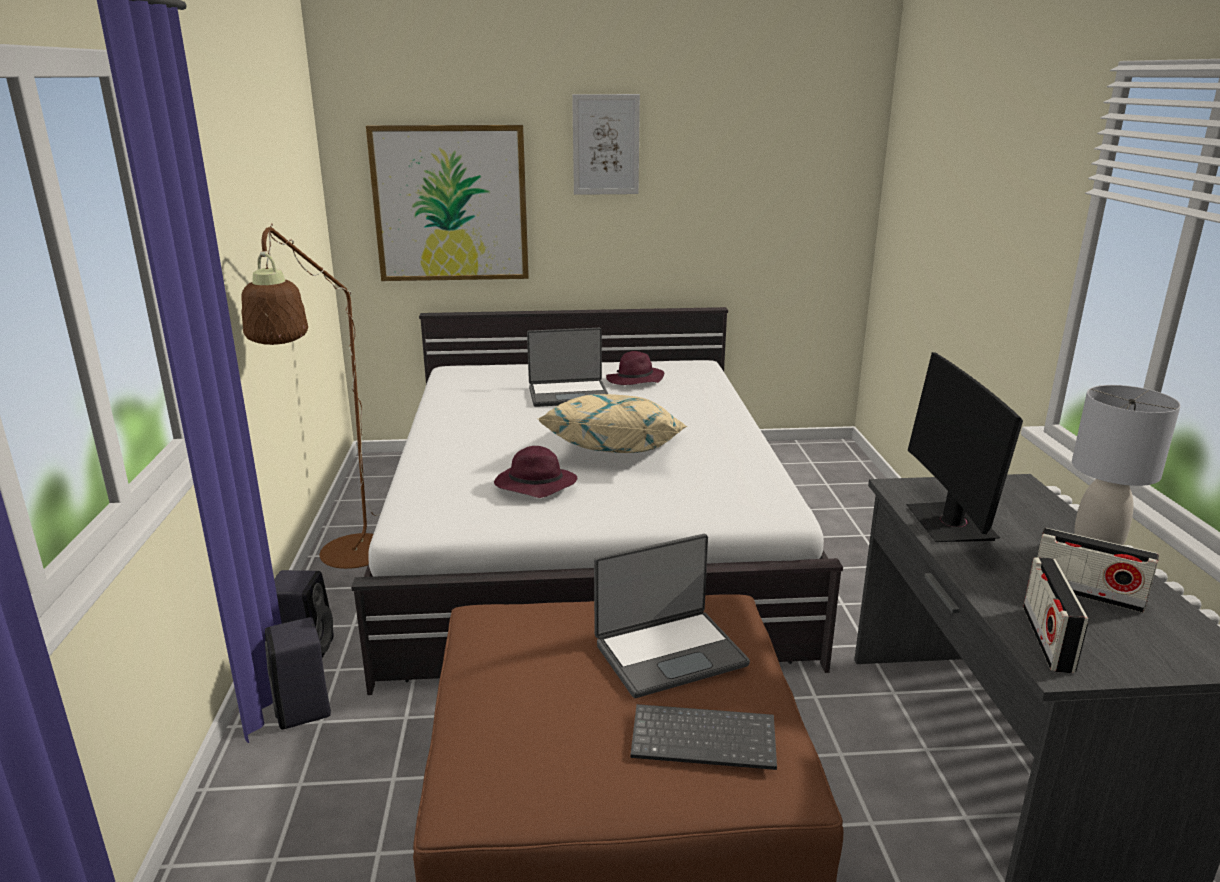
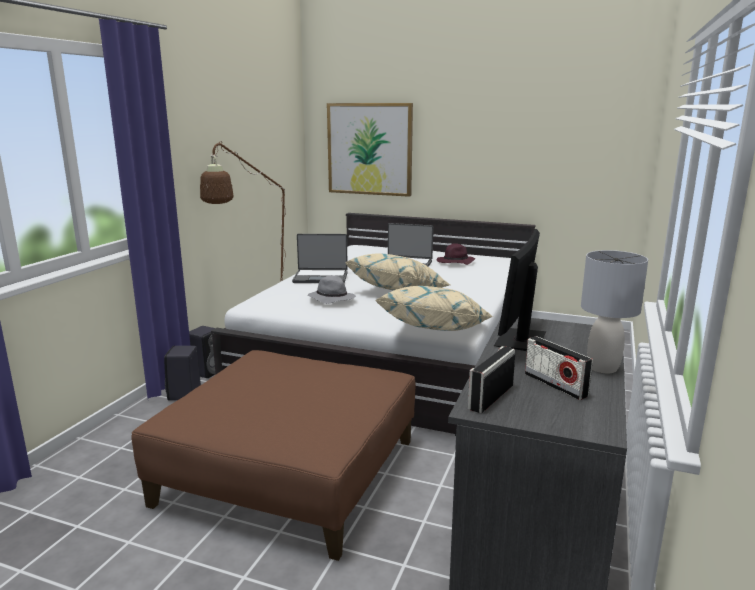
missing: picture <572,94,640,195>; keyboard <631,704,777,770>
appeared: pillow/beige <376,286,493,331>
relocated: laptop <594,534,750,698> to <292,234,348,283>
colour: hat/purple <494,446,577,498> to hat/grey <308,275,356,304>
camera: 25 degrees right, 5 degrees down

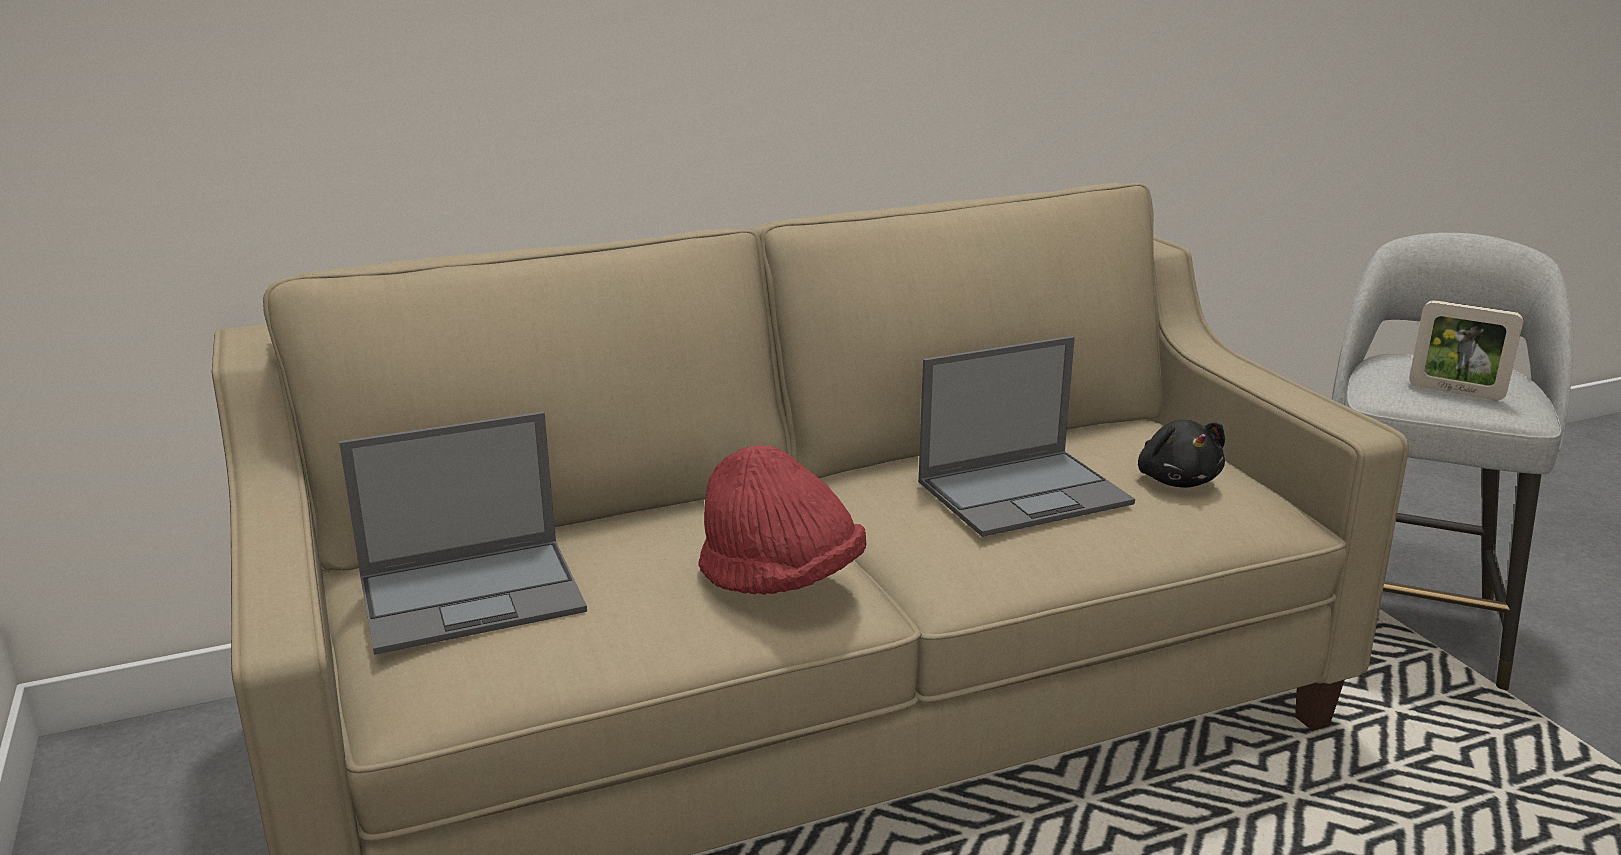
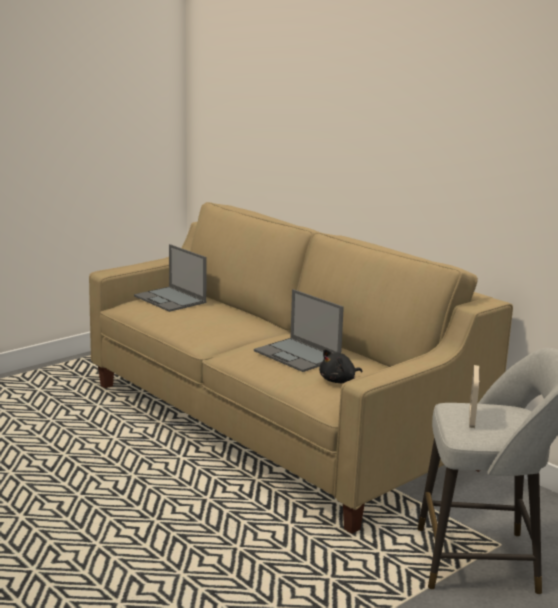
missing: hat/red <698,445,866,595>
camera: 70 degrees right, 5 degrees down

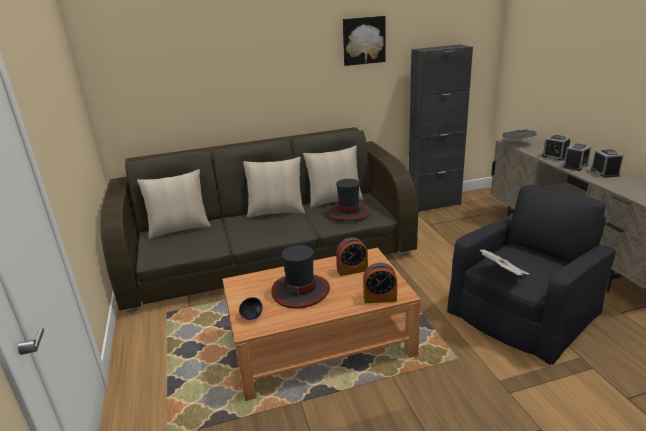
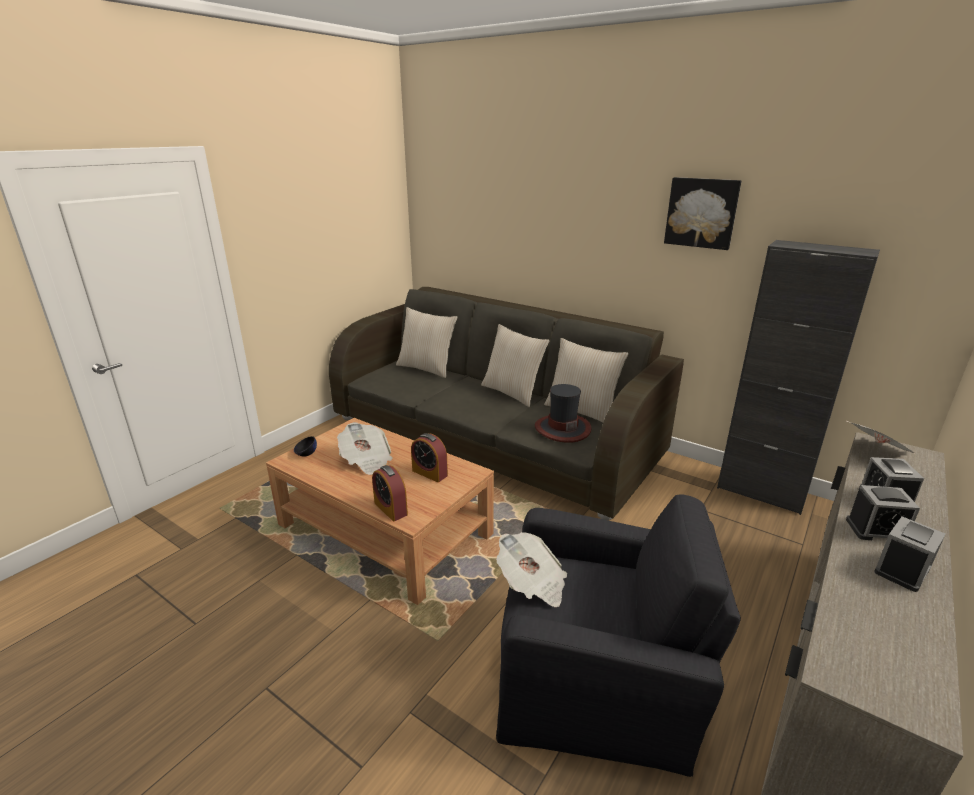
exchanged: hat <271,245,330,309> to newspaper <337,422,393,475>
camera: 50 degrees right, 0 degrees up

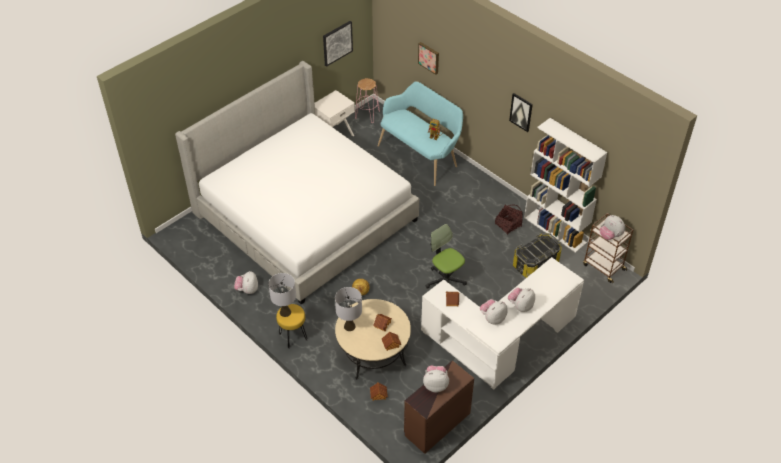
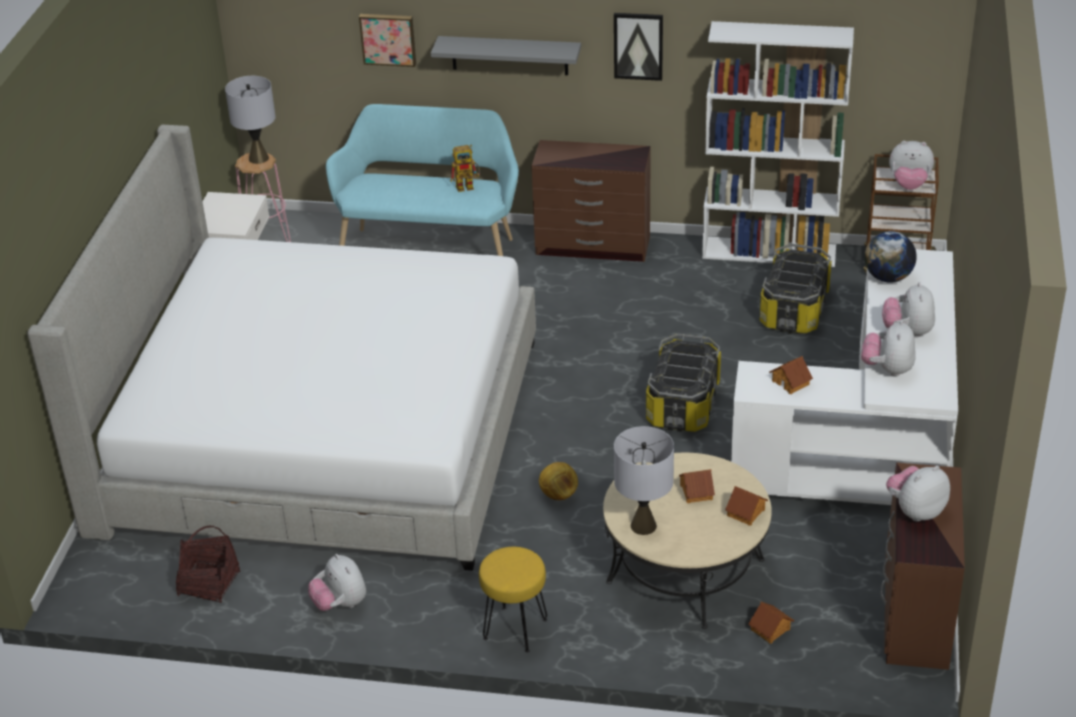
missing: picture <323,21,353,67>
appeared: shelf/grey <431,36,581,75>; dresser/brown <532,140,651,262>; globe <864,231,917,283>
relocated: table lamp/grey <268,273,296,317> to <225,76,276,164>; basket <495,204,523,235> to <176,526,240,603>
exchanged: office chair <426,224,467,289> to storage box <646,333,721,432>
camera: 35 degrees left, 10 degrees down

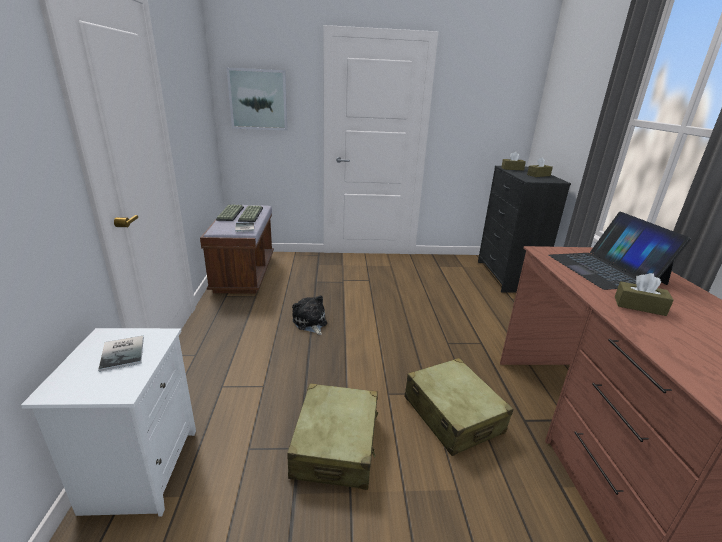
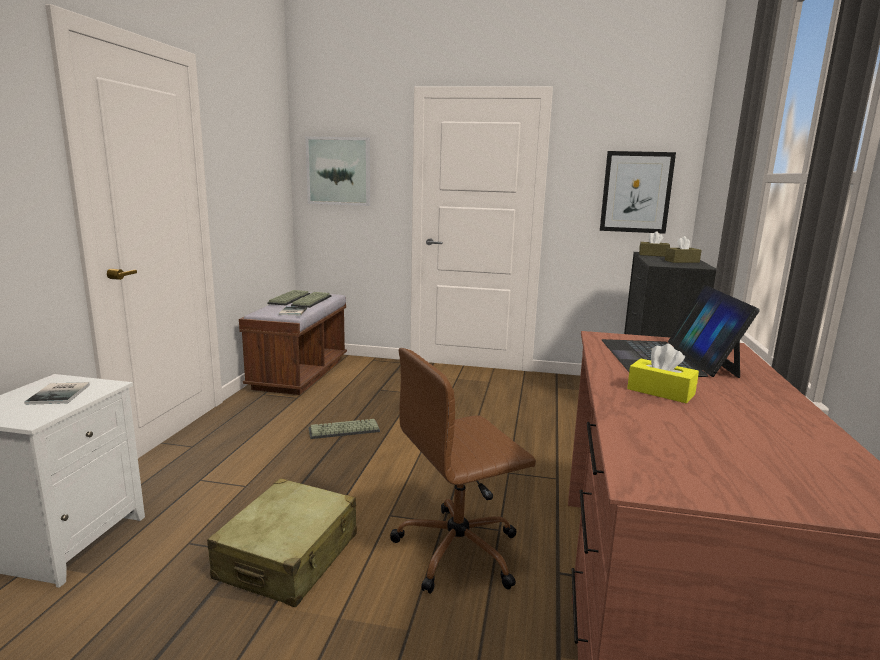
appeared: picture <600,151,676,234>
exchanged: plush toy <292,295,327,335> to keyboard <308,419,380,439>; suitcase/beige <404,358,513,456> to office chair/brown <390,348,536,594>
colour: tissue box/brown <615,273,674,316> to tissue box/yellow <627,344,699,404>
camera: 15 degrees right, 10 degrees down

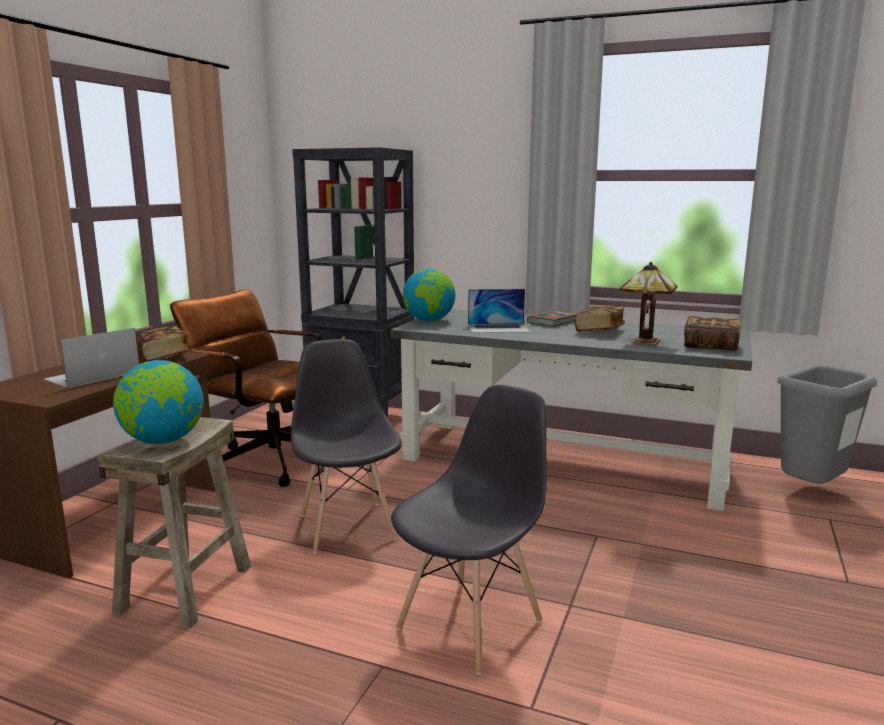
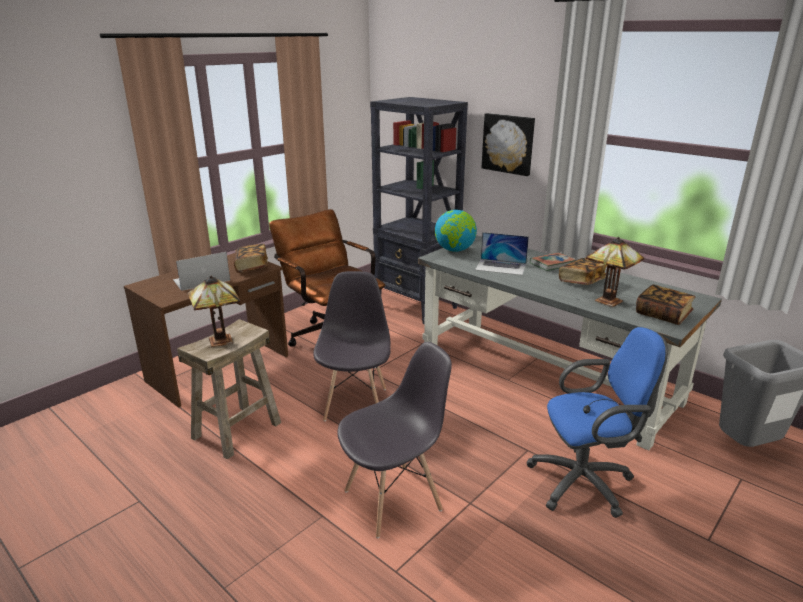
appeared: picture <481,113,535,176>; office chair/blue <526,327,668,518>
exchanged: globe <113,360,204,444> to table lamp <187,276,240,347>
camera: 20 degrees right, 10 degrees up

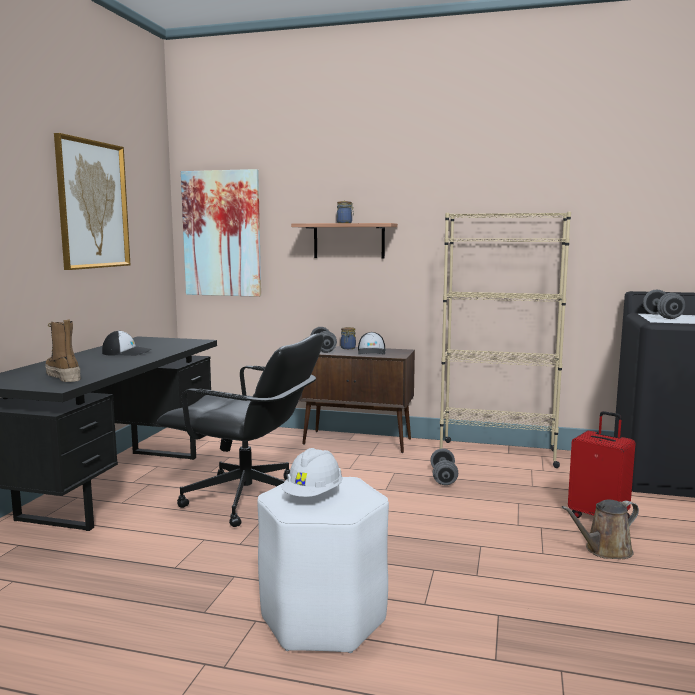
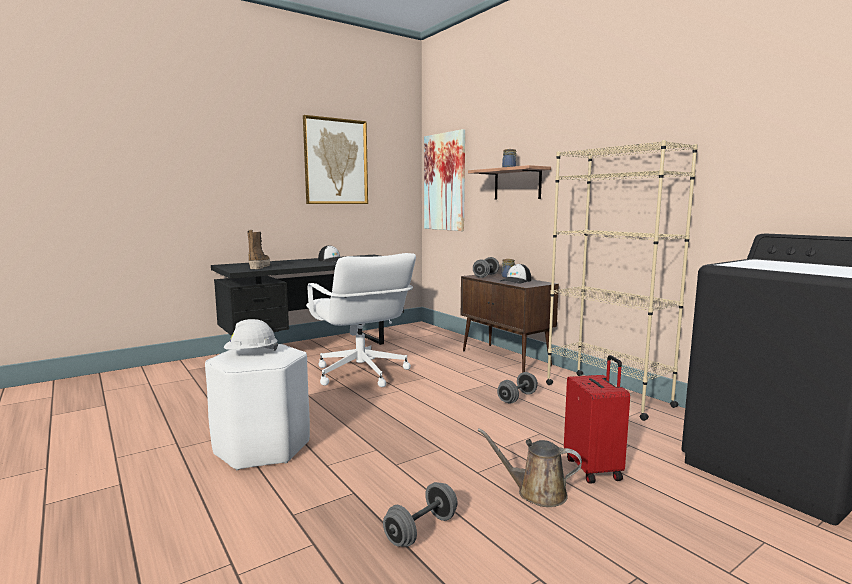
relocated: dumbbell/grey <643,290,685,319> to <383,482,458,547>
colour: office chair/black <157,333,324,527> to office chair/white <306,253,416,387>
camera: 40 degrees right, 0 degrees up

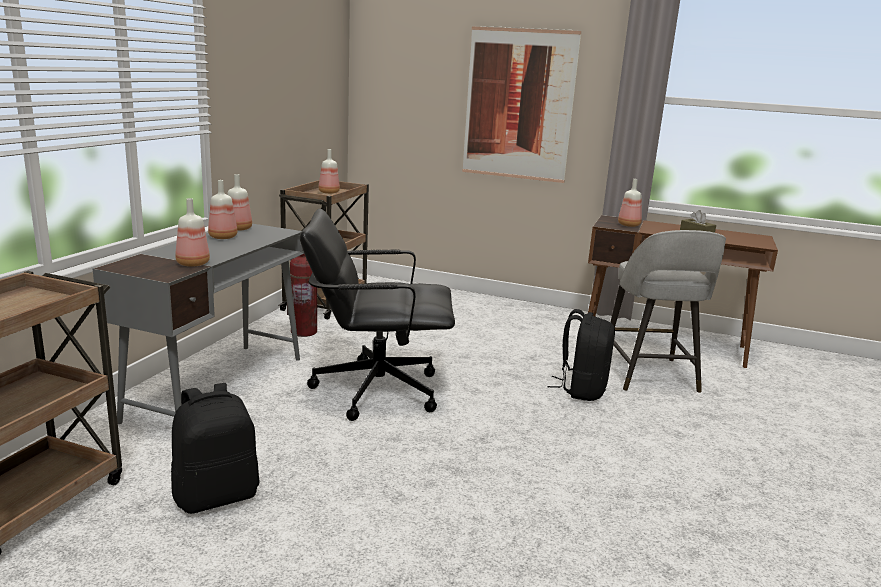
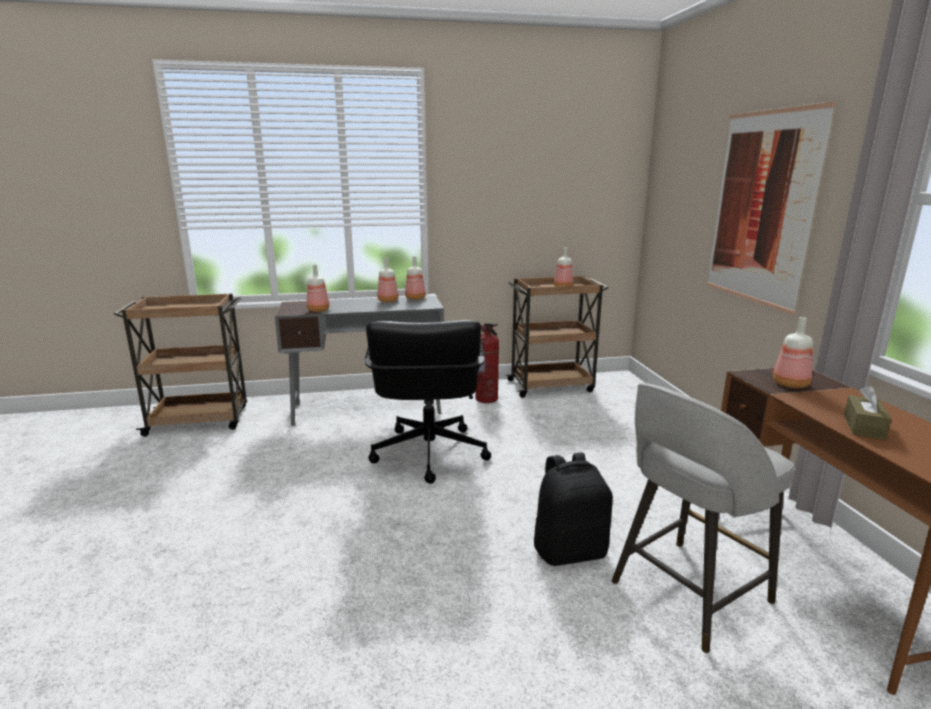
missing: backpack/black <171,383,259,514>
spun: office chair/black <300,208,455,421> = <365,320,491,484> 150 degrees counterclockwise
camera: 60 degrees right, 0 degrees up

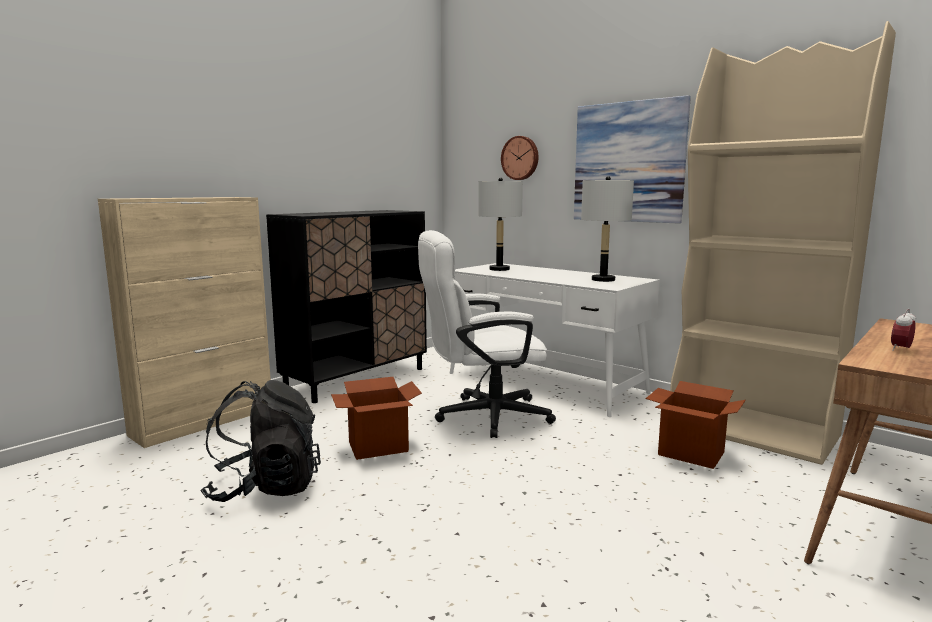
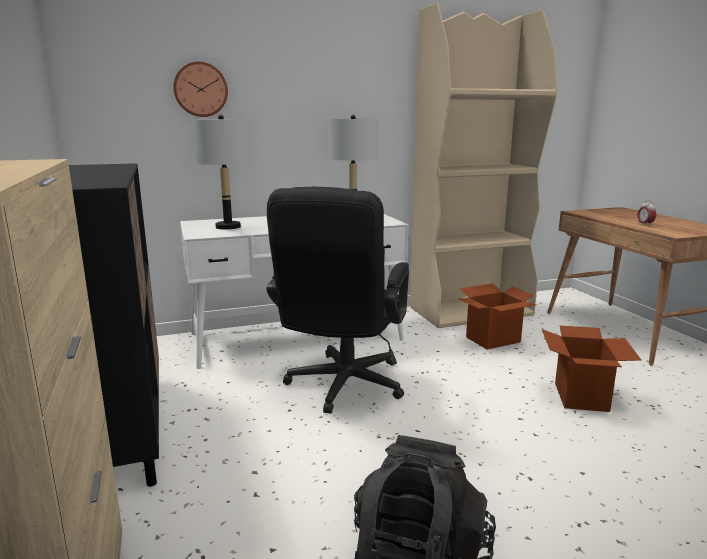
missing: picture <574,95,691,224>
relocated: cardboard box <331,377,422,460> to <542,326,641,412>
colour: office chair/white <418,230,556,438> to office chair/black <267,187,409,414>
camera: 60 degrees left, 5 degrees up

